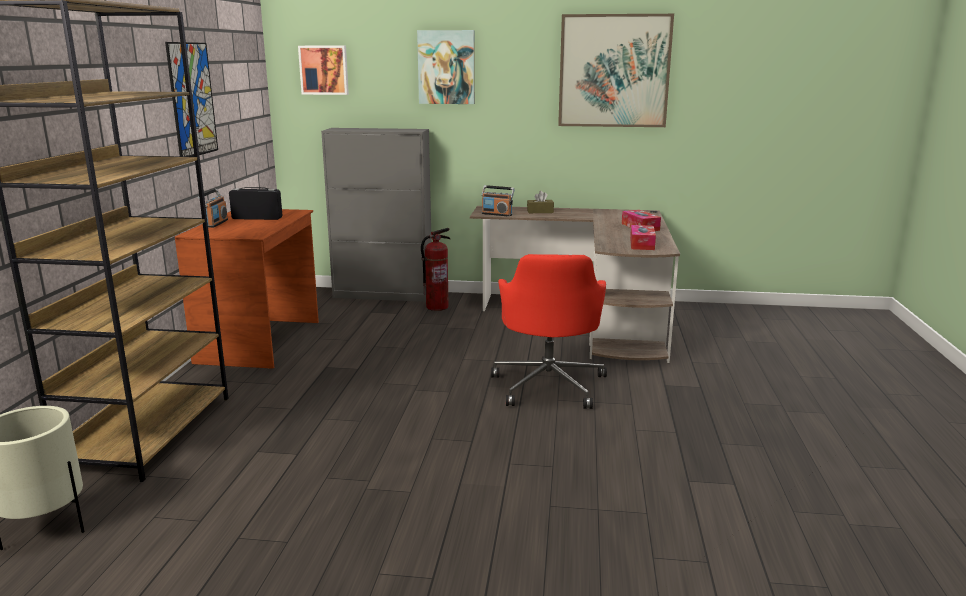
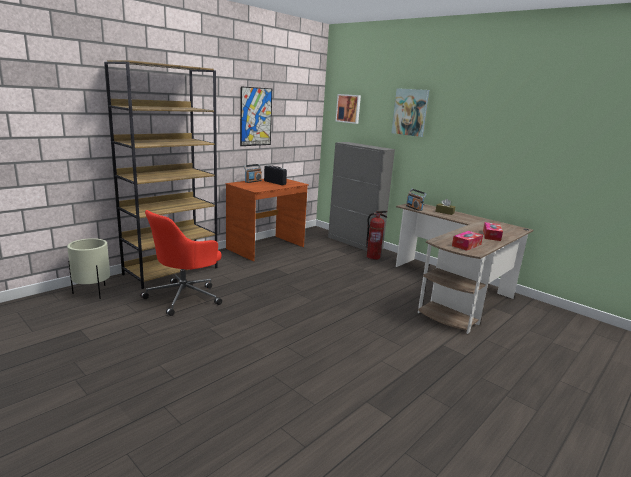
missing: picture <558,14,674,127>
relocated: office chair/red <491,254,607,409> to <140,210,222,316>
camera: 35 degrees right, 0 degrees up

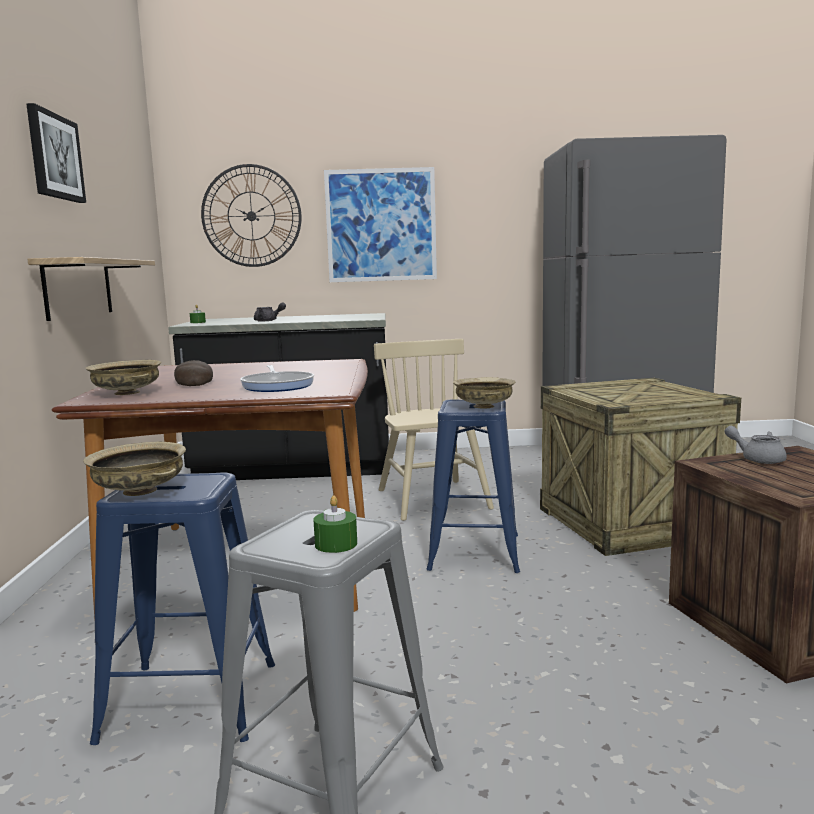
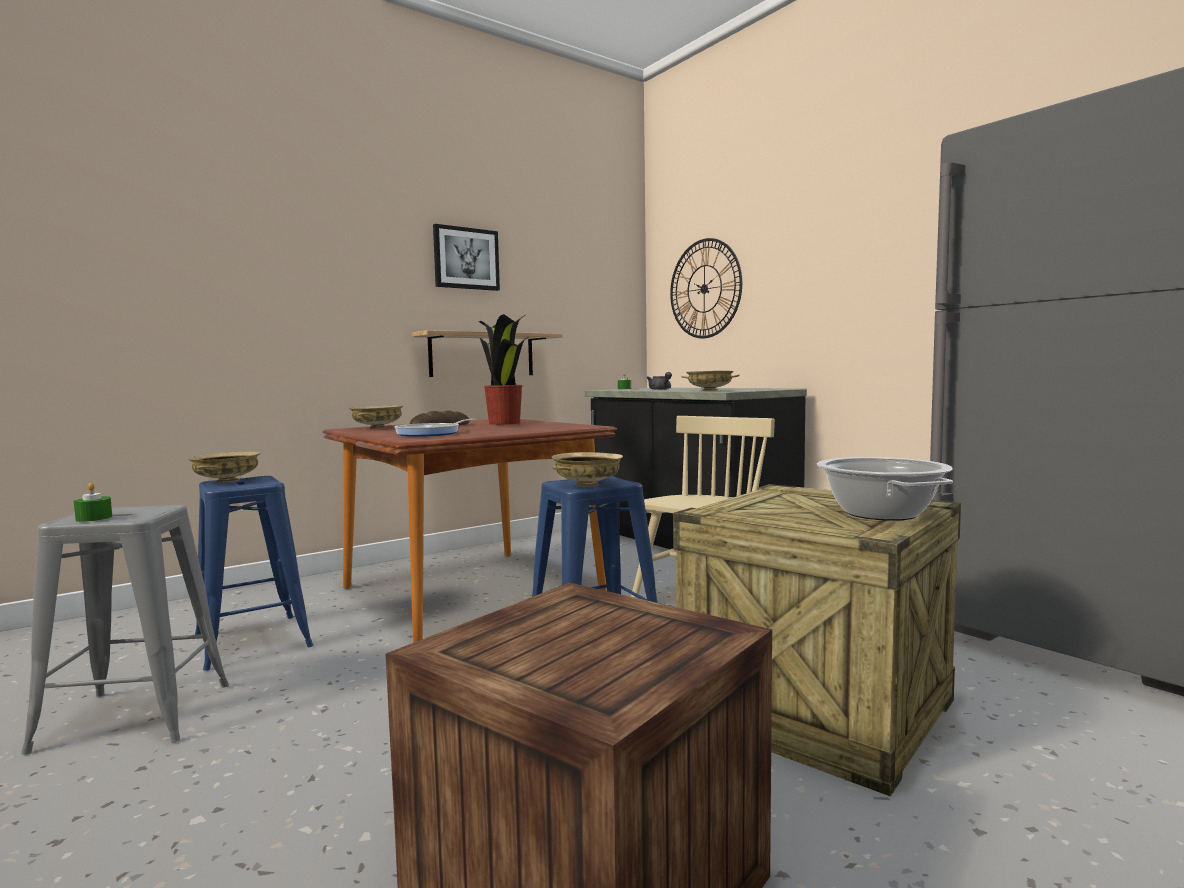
missing: picture <324,167,437,282>; teapot/grey <725,426,787,464>
appeared: potted plant <479,314,528,425>; bowl/beige <682,371,739,391>; cooking pot <817,457,953,521>
camera: 55 degrees right, 5 degrees down

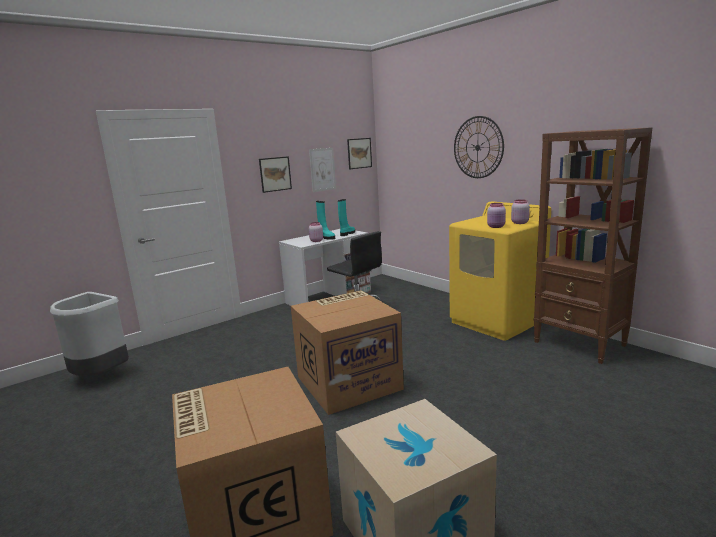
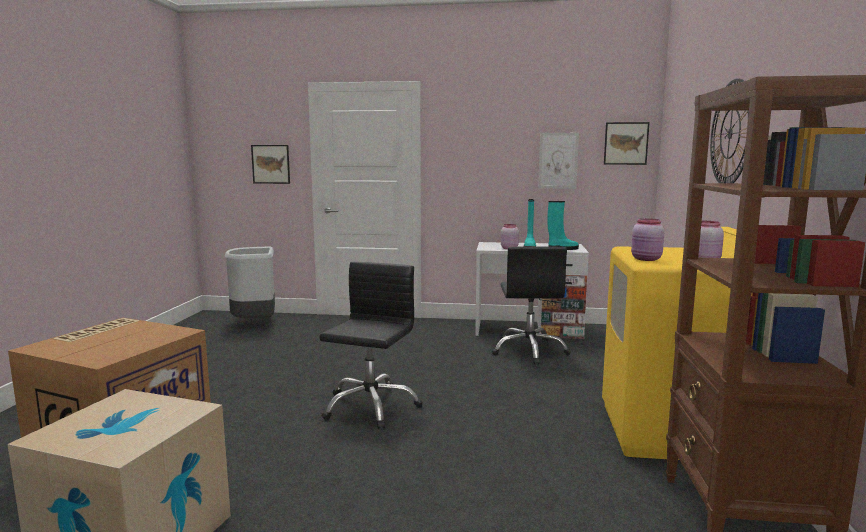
relocated: picture <259,156,292,193> to <251,145,290,184>
exchanged: cardboard box <291,290,404,415> to office chair/black <319,262,423,429>
camera: 45 degrees right, 5 degrees down

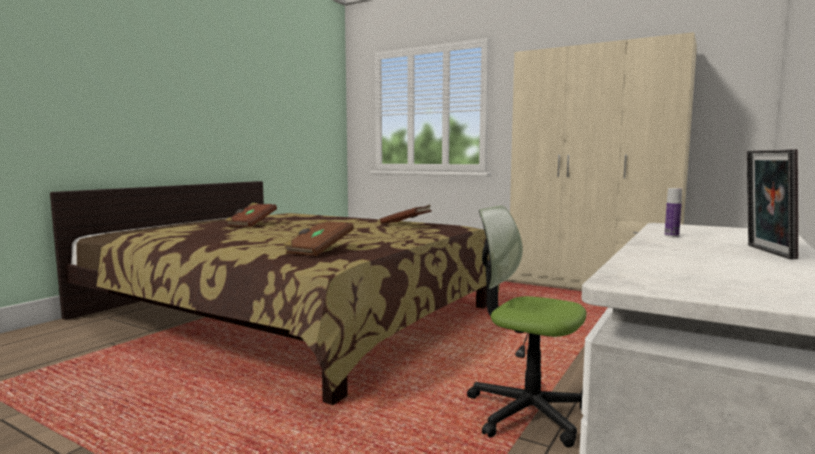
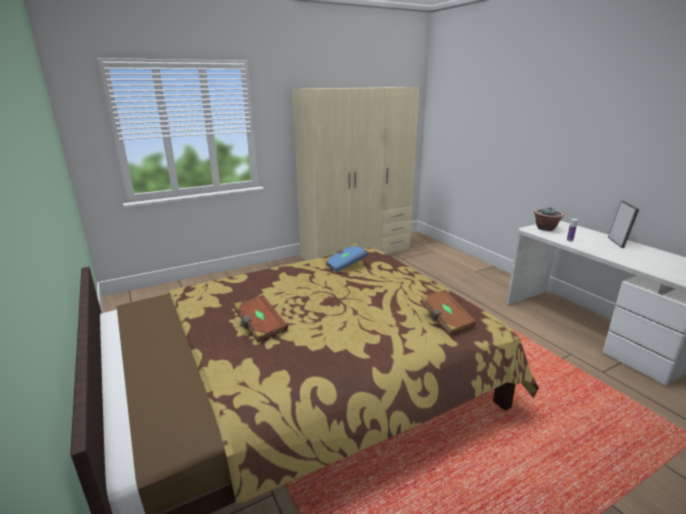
missing: office chair <467,205,586,447>
appeared: potted plant <534,208,564,231>
colour: book/brown <380,205,432,224> to book/blue <324,243,368,273>
spun: picture frame <747,149,798,259> = <608,201,639,248> 120 degrees counterclockwise
camera: 60 degrees left, 15 degrees up

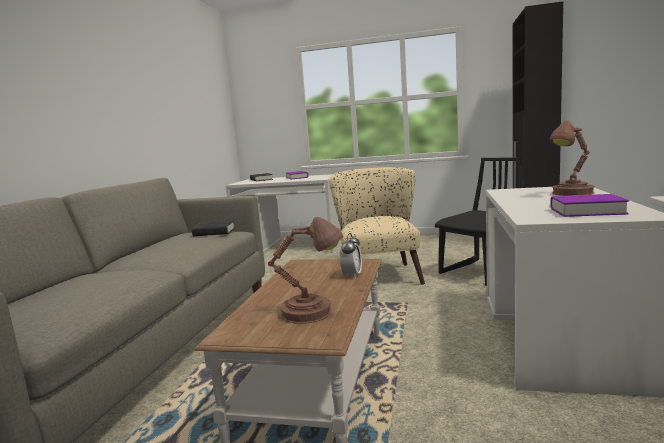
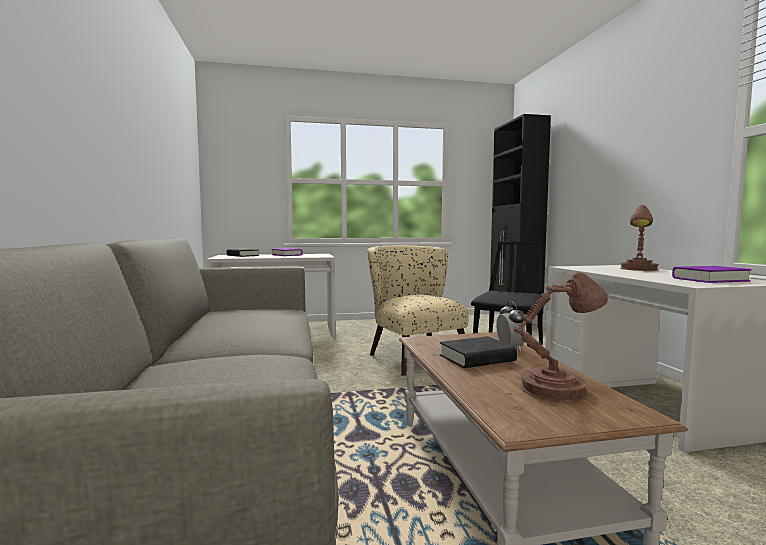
relocated: book/black <192,221,235,236> to <440,336,517,368>
camera: 25 degrees left, 5 degrees down

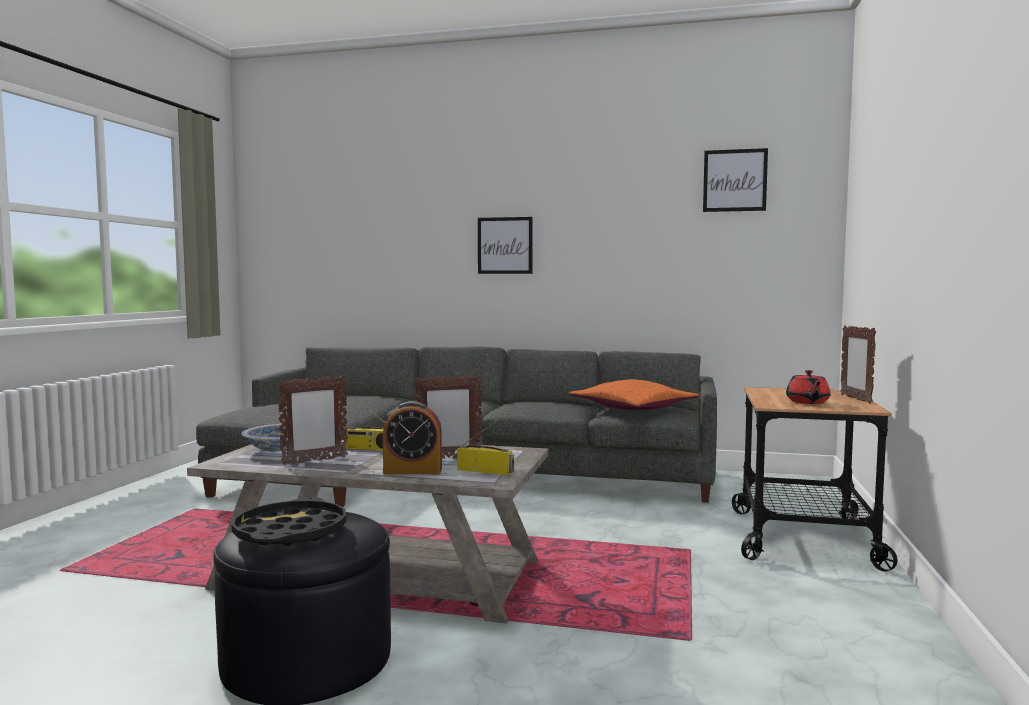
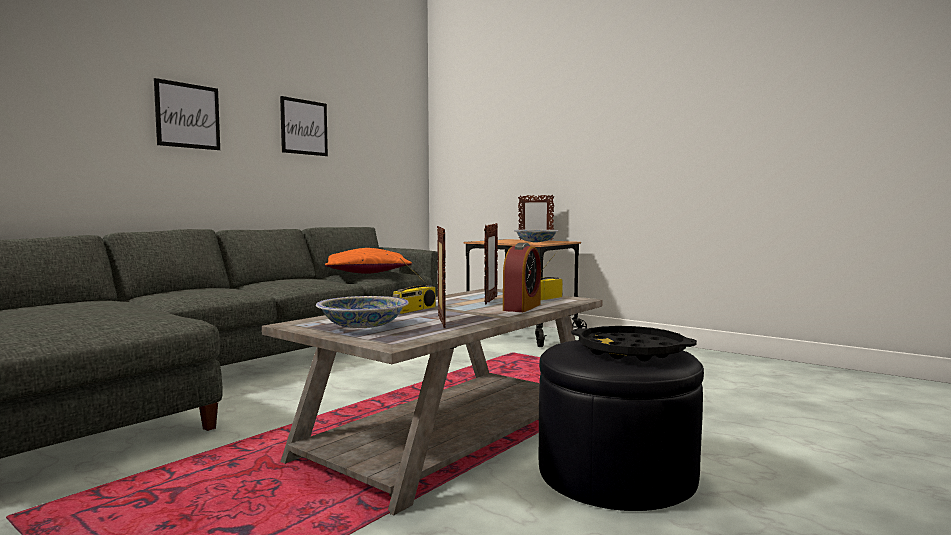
relocated: picture <703,148,768,212> to <280,96,328,156>
exchanged: teapot/red <786,370,831,404> to bowl <514,230,558,242>
camera: 65 degrees left, 0 degrees up

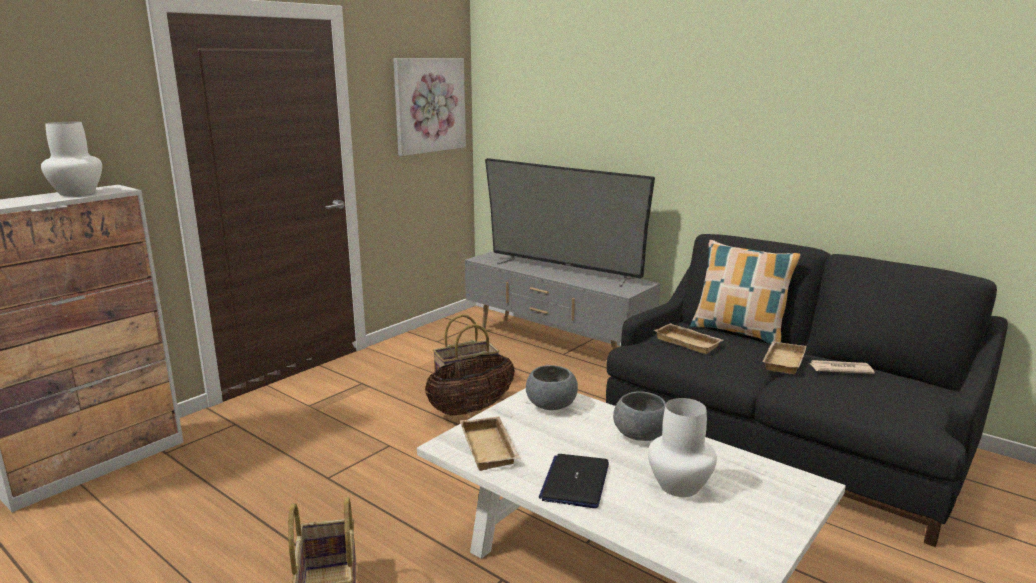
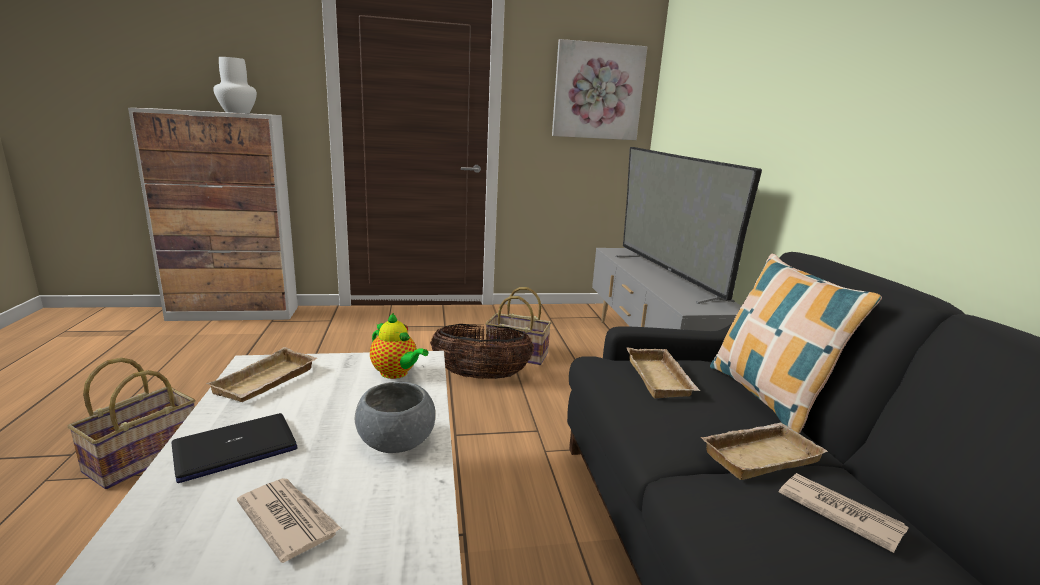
exchanged: bowl/grey <526,365,578,410> to teapot <370,313,429,379>; vase/white <648,398,717,497> to newspaper <237,478,342,563>
camera: 40 degrees right, 0 degrees up

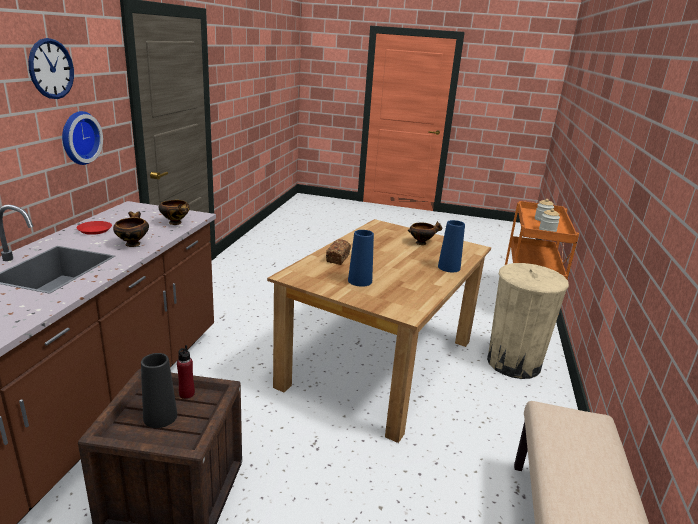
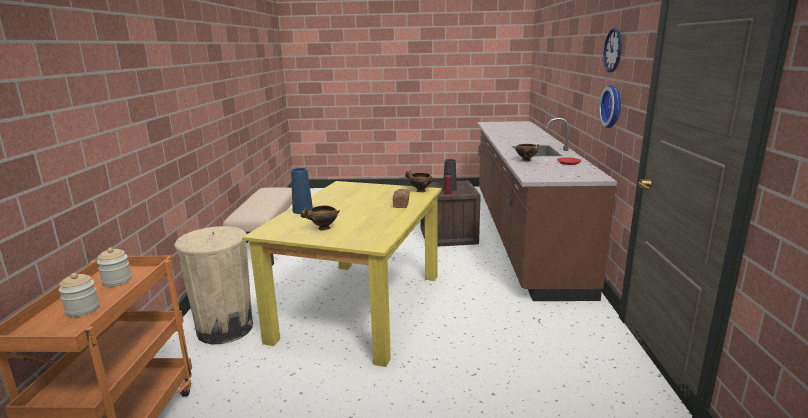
missing: vase/blue <348,230,374,287>
relocated: bowl <158,200,190,225> to <405,170,433,192>
colour: dining table/brown <267,219,491,443> to dining table/yellow <242,181,442,367>
camera: 170 degrees right, 5 degrees down

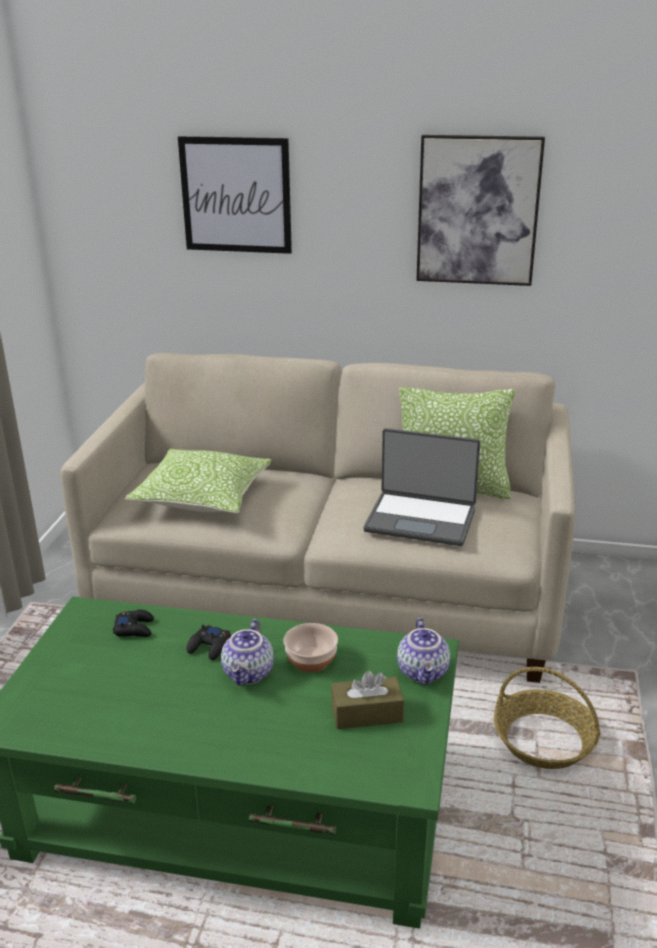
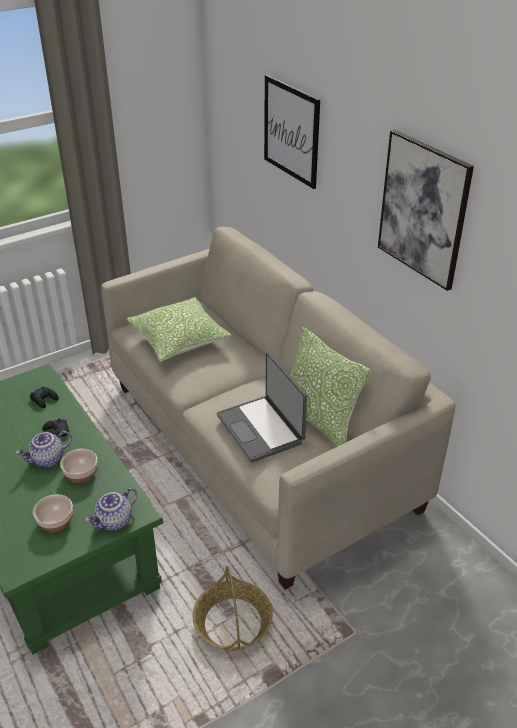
exchanged: tissue box/brown <331,670,404,729> to bowl <33,494,73,532>
camera: 45 degrees right, 10 degrees up

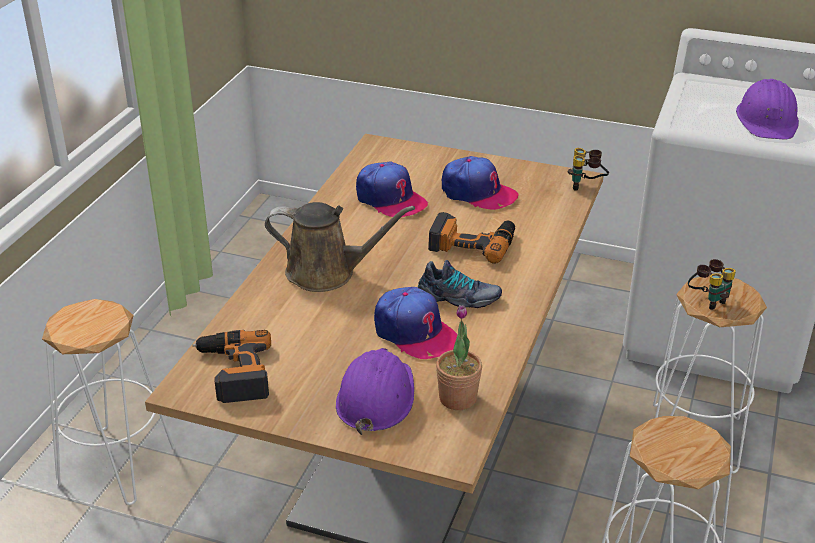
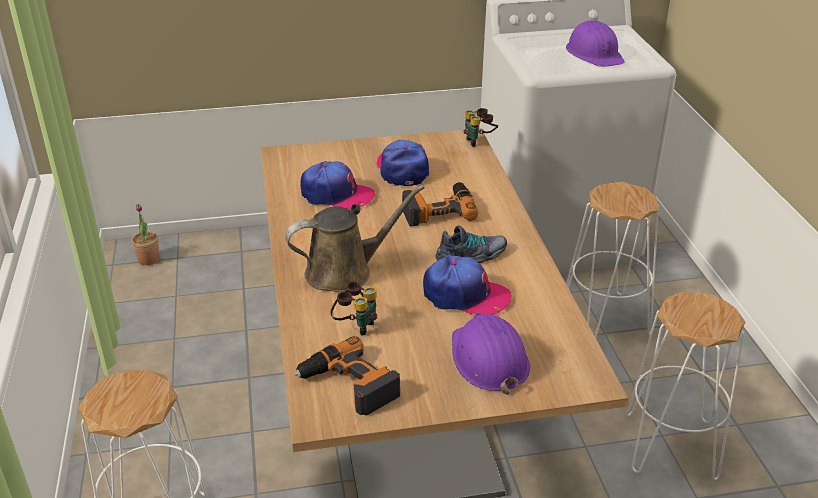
relocated: potted plant <436,305,482,410> to <132,204,159,265>; binoculars <688,259,736,310> to <331,282,377,336>
spun: cap <442,156,519,210> = <377,140,429,186> 105 degrees counterclockwise
camera: 30 degrees left, 0 degrees up

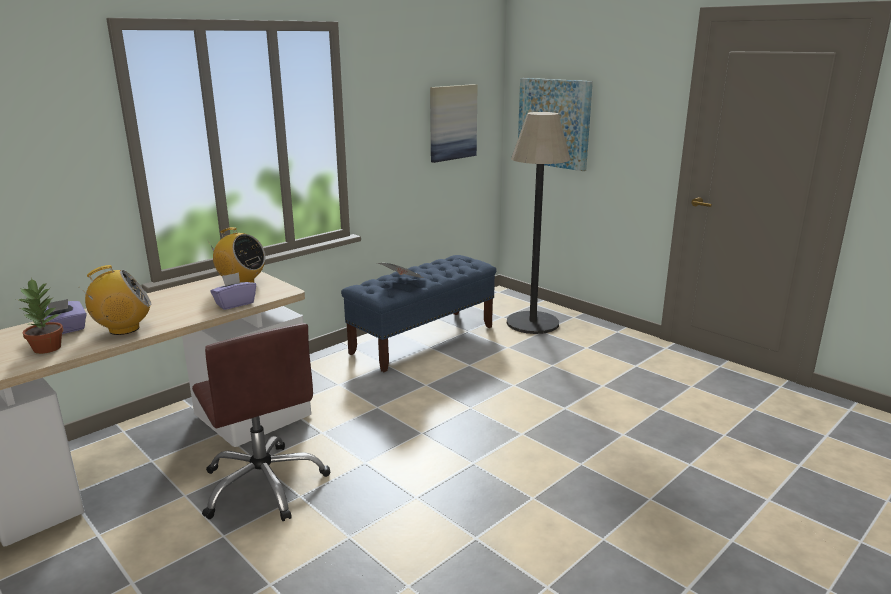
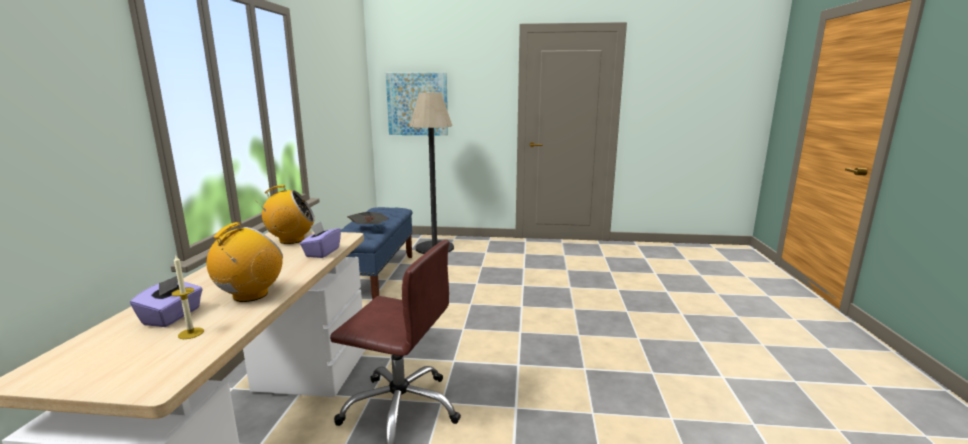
missing: picture <430,84,478,163>
exchanged: potted plant <16,278,63,354> to candle <171,255,204,339>
camera: 40 degrees left, 5 degrees down

